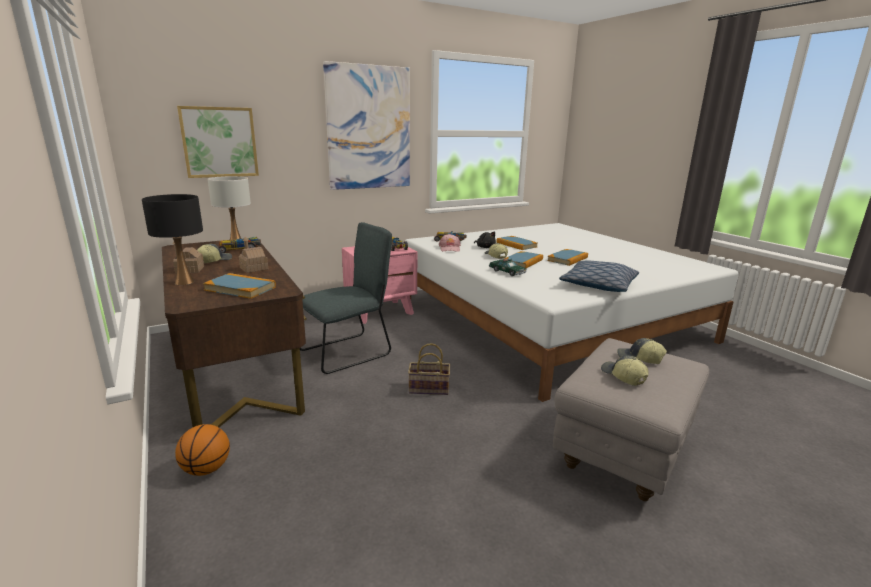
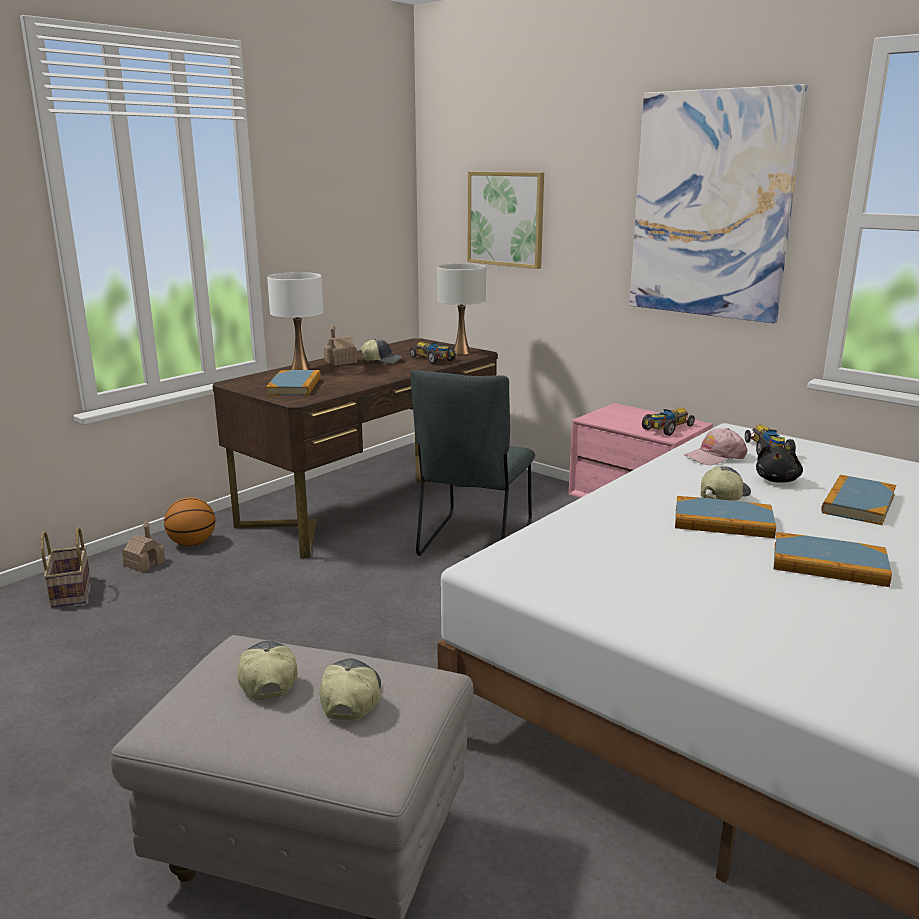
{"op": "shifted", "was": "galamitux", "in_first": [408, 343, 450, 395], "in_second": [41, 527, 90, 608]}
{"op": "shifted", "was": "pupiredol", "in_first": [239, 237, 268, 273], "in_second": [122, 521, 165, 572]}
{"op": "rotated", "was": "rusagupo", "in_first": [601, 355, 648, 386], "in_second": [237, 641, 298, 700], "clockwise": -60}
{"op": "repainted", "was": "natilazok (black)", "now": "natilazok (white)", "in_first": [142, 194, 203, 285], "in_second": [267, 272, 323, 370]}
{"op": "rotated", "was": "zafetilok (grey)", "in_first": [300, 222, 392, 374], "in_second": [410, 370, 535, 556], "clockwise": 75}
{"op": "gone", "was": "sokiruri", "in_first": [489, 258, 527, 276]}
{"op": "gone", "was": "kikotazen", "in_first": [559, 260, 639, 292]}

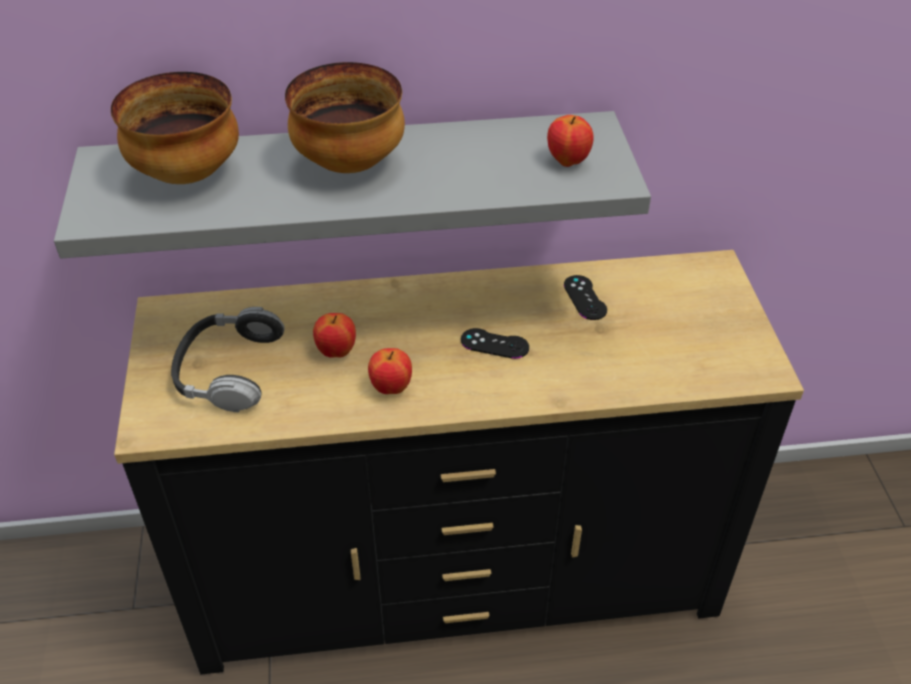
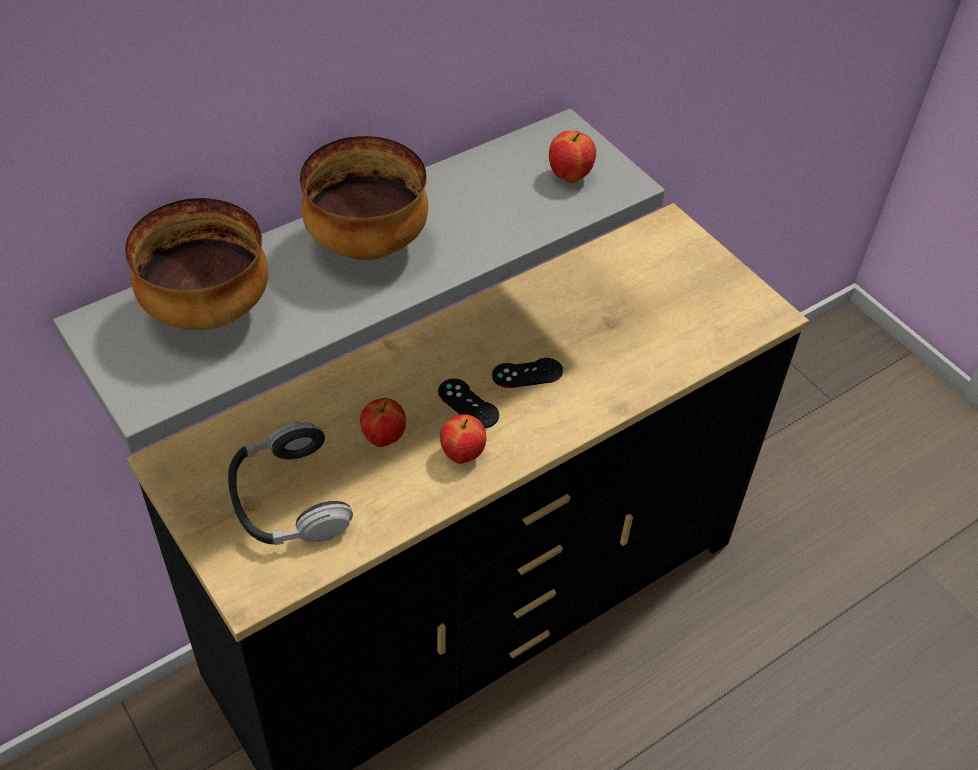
{"op": "shifted", "was": "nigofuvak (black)", "in_first": [564, 275, 607, 320], "in_second": [438, 379, 499, 428]}

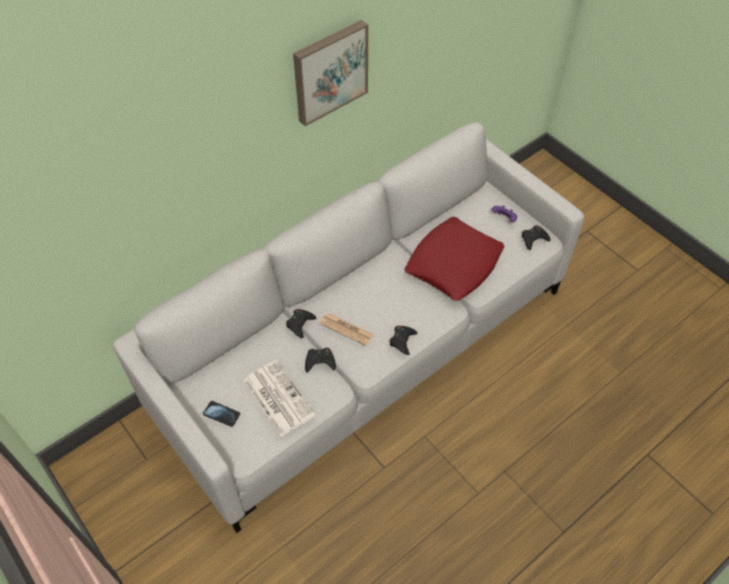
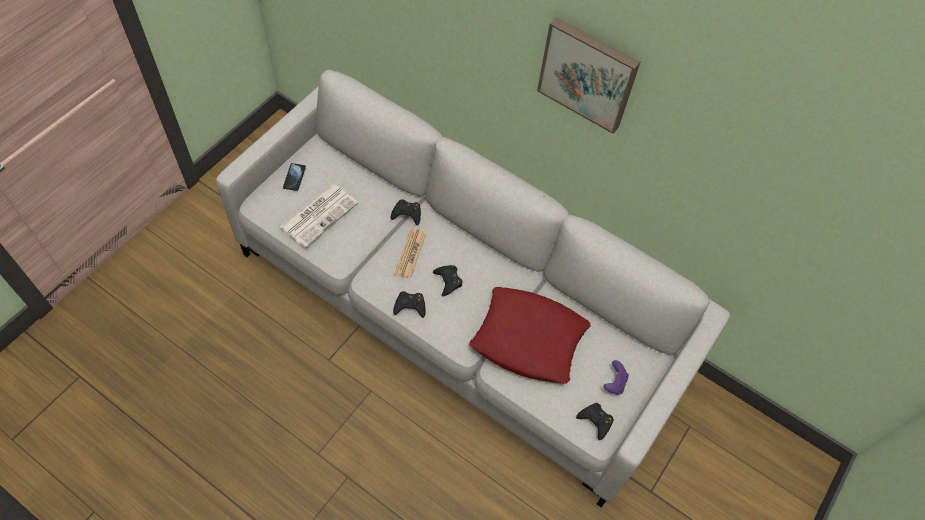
{"op": "shifted", "was": "nigofuvak (black)", "in_first": [305, 348, 336, 373], "in_second": [433, 265, 462, 296]}

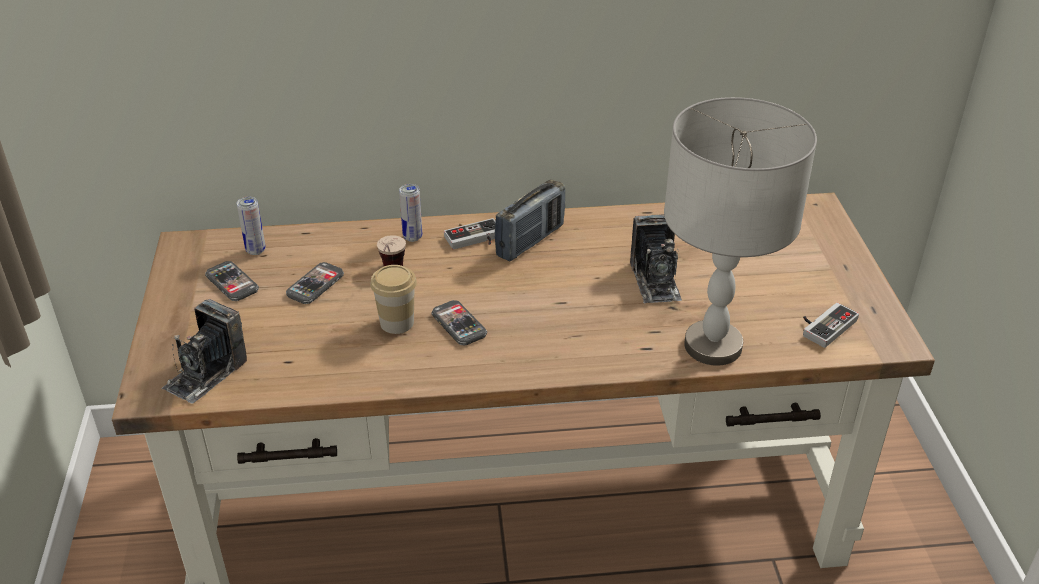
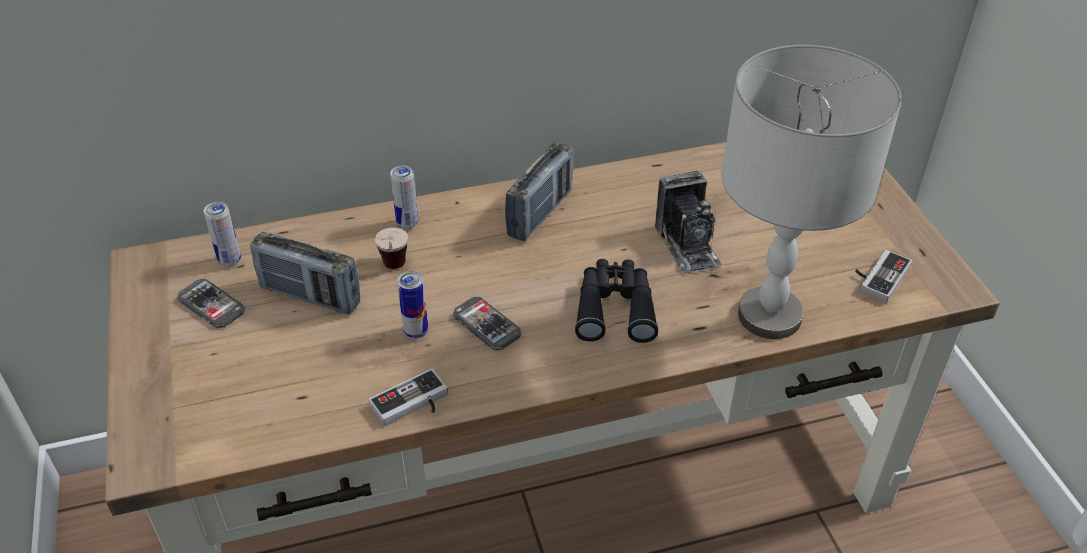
{"op": "swapped", "was": "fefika", "now": "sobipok", "in_first": [286, 262, 344, 304], "in_second": [250, 232, 360, 314]}
{"op": "shifted", "was": "nigofuvak", "in_first": [444, 218, 495, 250], "in_second": [368, 369, 448, 426]}
{"op": "swapped", "was": "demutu", "now": "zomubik", "in_first": [370, 265, 417, 334], "in_second": [397, 271, 428, 339]}
{"op": "new", "now": "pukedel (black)", "in_second": [575, 259, 658, 343]}
{"op": "gone", "was": "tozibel", "in_first": [162, 299, 247, 404]}

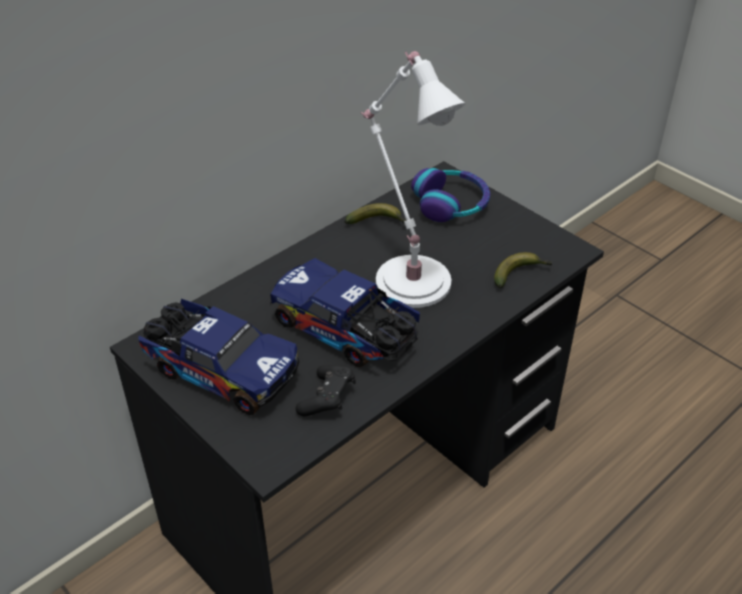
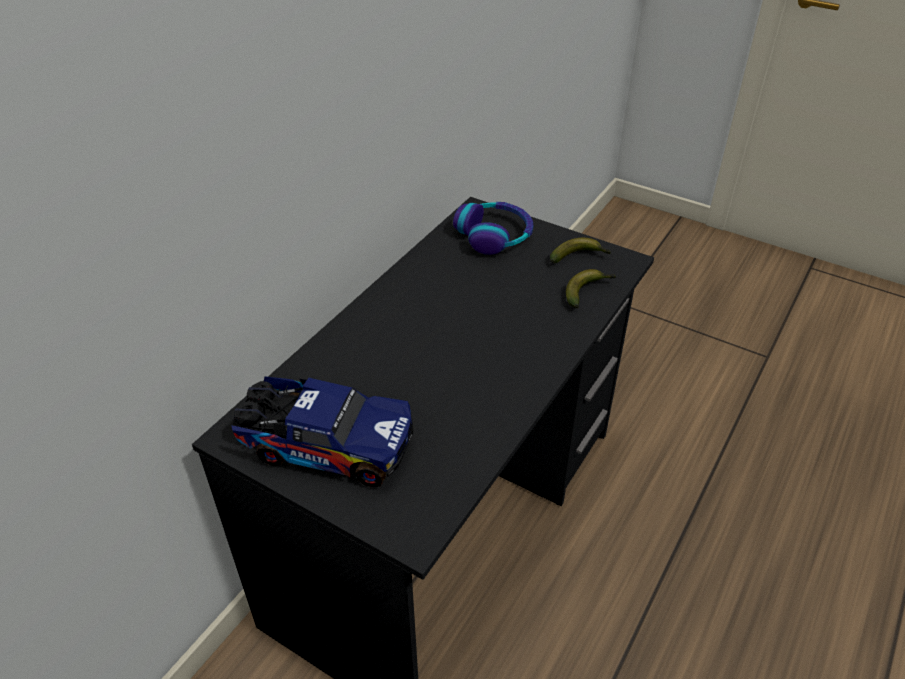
{"op": "shifted", "was": "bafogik", "in_first": [345, 203, 406, 224], "in_second": [550, 238, 612, 264]}
{"op": "gone", "was": "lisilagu", "in_first": [270, 258, 420, 367]}
{"op": "gone", "was": "nigofuvak (black)", "in_first": [296, 365, 356, 416]}
{"op": "gone", "was": "natilazok (white)", "in_first": [360, 51, 465, 308]}

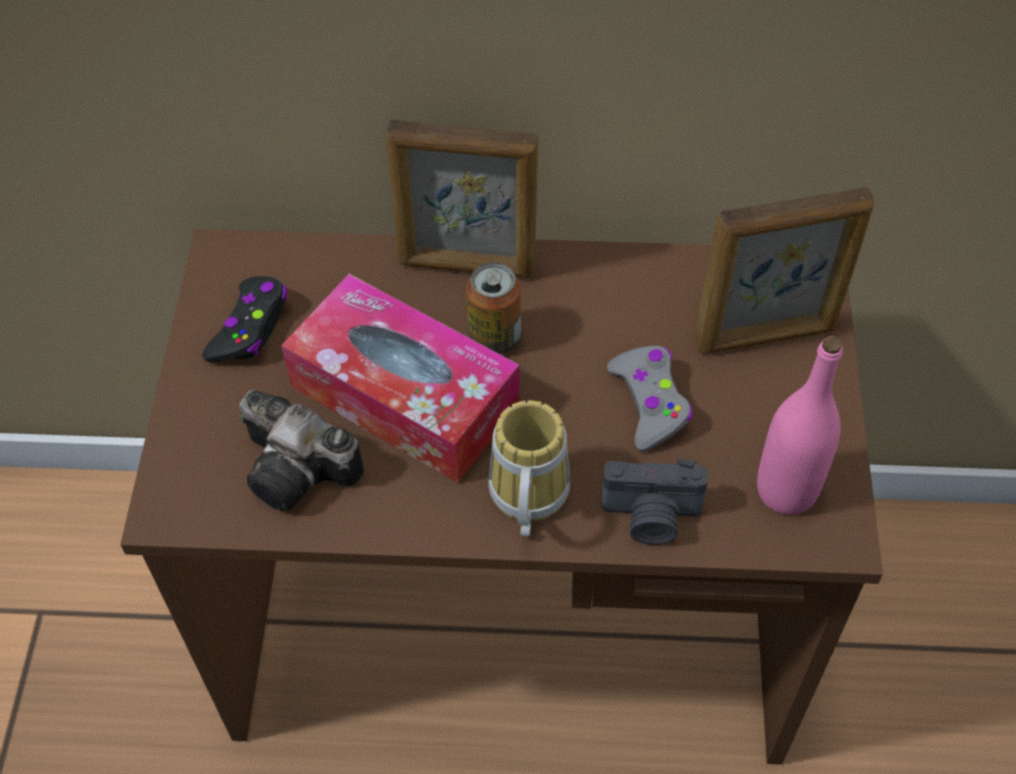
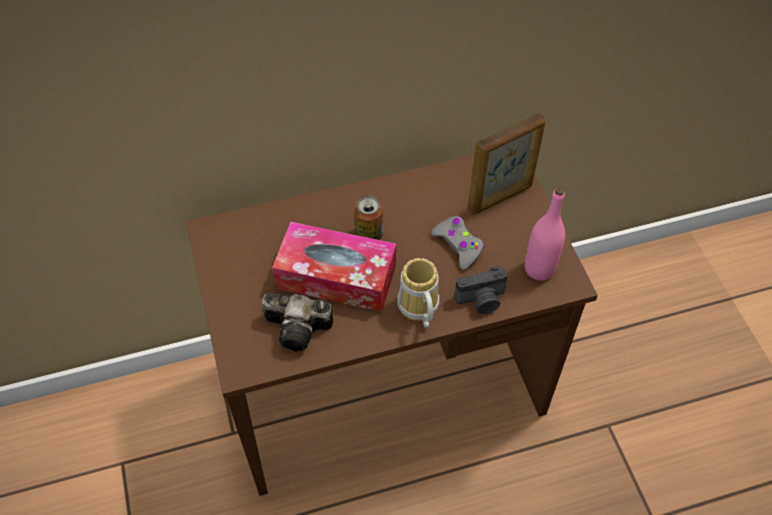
{"op": "gone", "was": "nigofuvak (black)", "in_first": [202, 276, 287, 362]}
{"op": "gone", "was": "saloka", "in_first": [386, 119, 538, 278]}

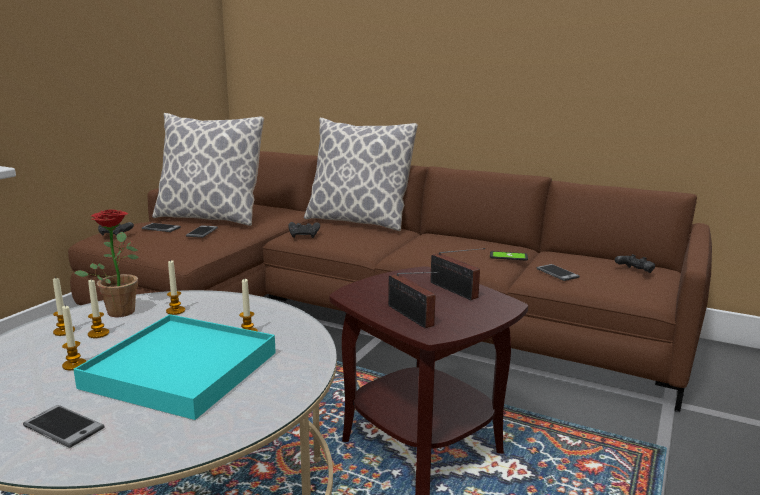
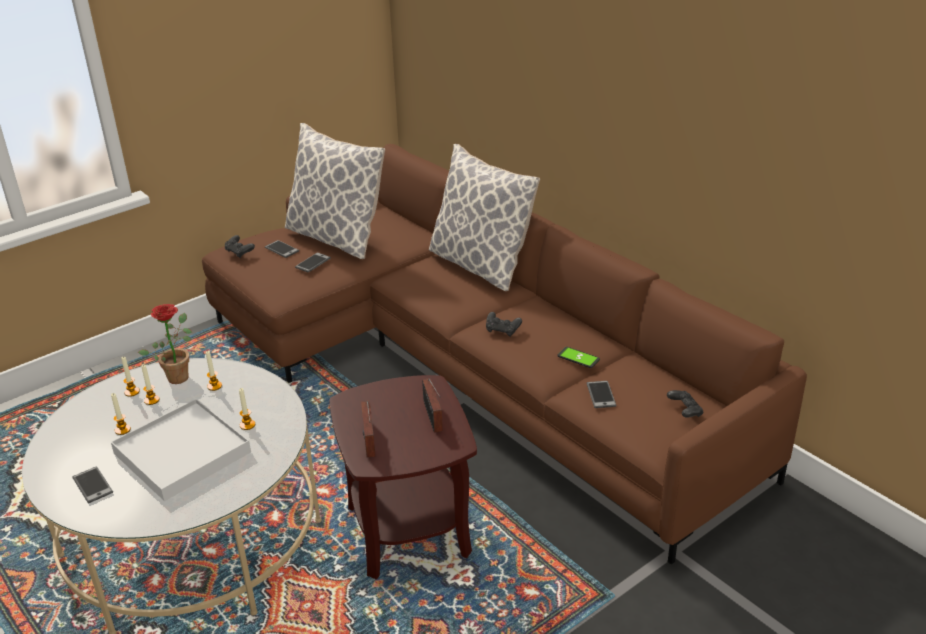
{"op": "repainted", "was": "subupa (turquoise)", "now": "subupa (white)", "in_first": [73, 314, 276, 420], "in_second": [111, 399, 251, 501]}
{"op": "shifted", "was": "nigofuvak (black)", "in_first": [288, 222, 320, 238], "in_second": [486, 312, 522, 337]}

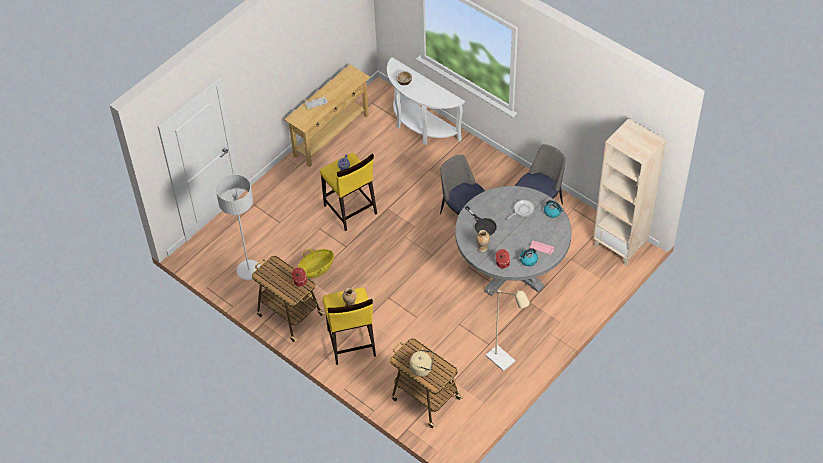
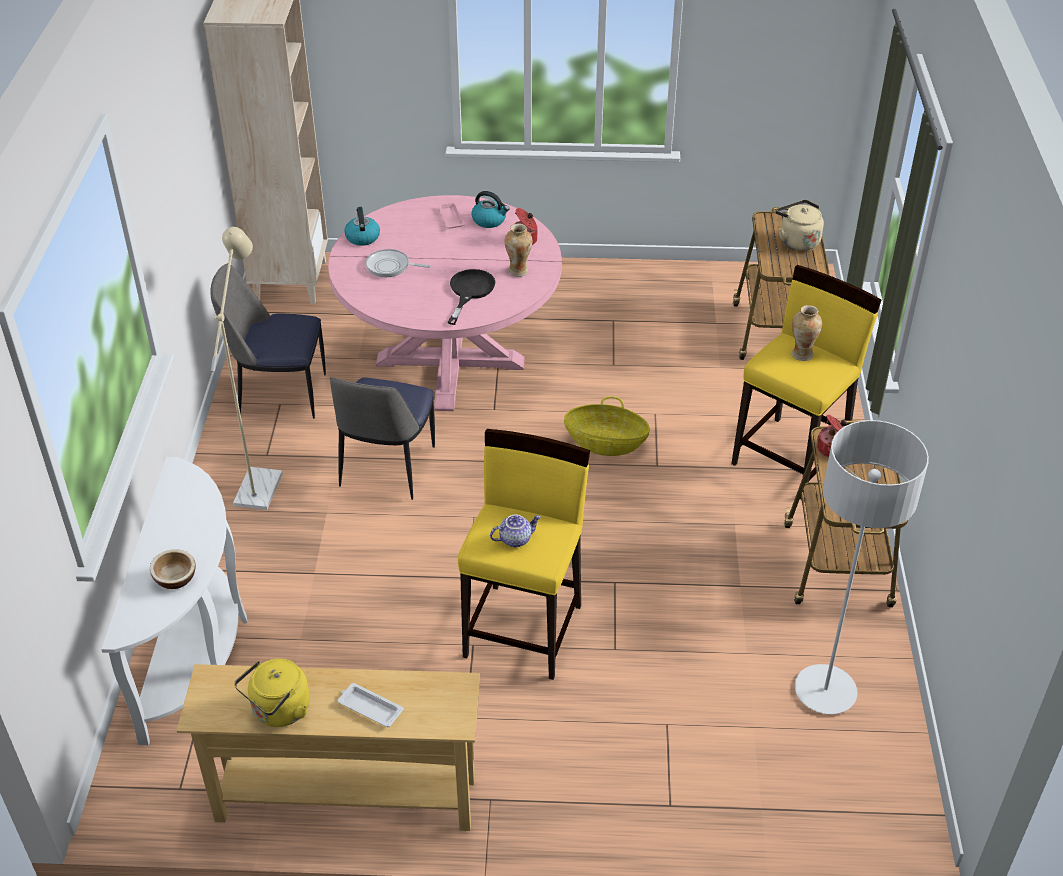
{"op": "shifted", "was": "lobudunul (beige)", "in_first": [484, 289, 530, 371], "in_second": [211, 227, 283, 510]}
{"op": "new", "now": "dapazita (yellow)", "in_second": [234, 658, 310, 727]}
{"op": "repainted", "was": "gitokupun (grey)", "now": "gitokupun (pink)", "in_first": [455, 186, 571, 296], "in_second": [328, 195, 562, 411]}
{"op": "shifted", "was": "galamitux", "in_first": [298, 249, 334, 278], "in_second": [564, 396, 650, 456]}

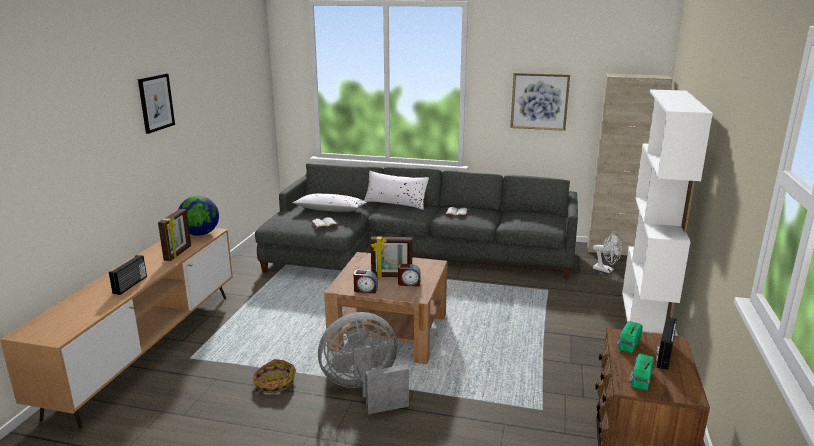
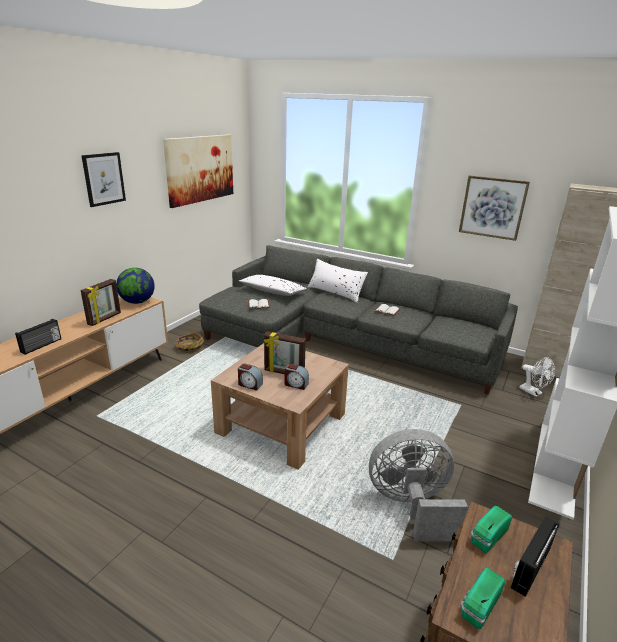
{"op": "new", "now": "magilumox", "in_second": [163, 134, 233, 208]}
{"op": "shifted", "was": "galamitux", "in_first": [253, 359, 296, 394], "in_second": [174, 332, 204, 353]}
{"op": "shifted", "was": "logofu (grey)", "in_first": [318, 312, 409, 414], "in_second": [369, 429, 468, 541]}

